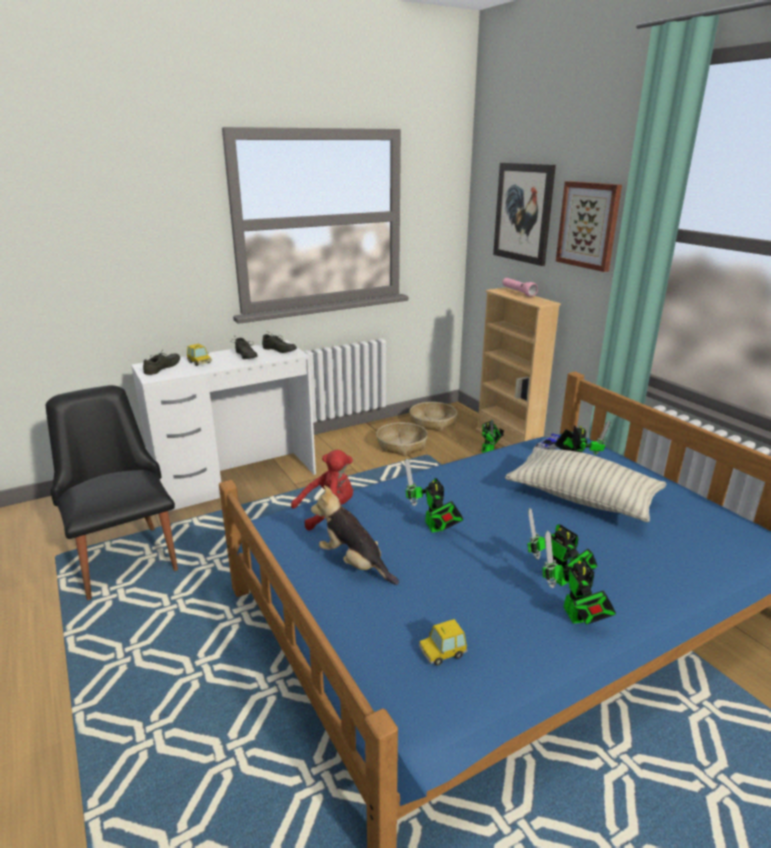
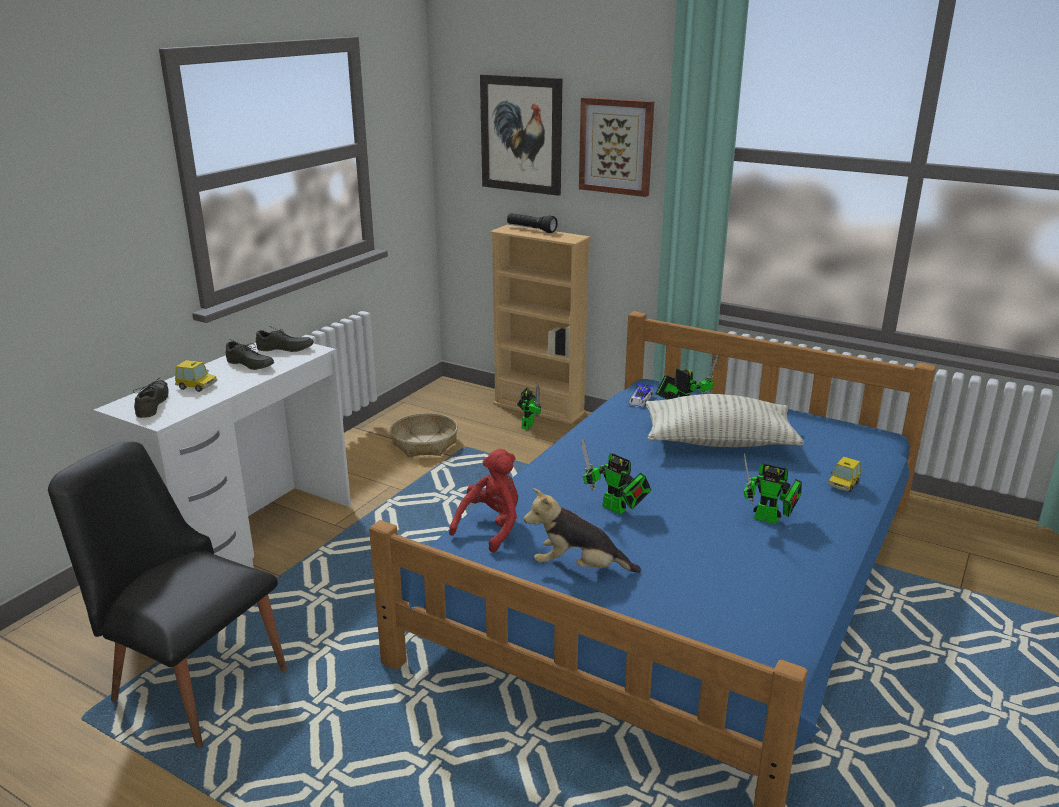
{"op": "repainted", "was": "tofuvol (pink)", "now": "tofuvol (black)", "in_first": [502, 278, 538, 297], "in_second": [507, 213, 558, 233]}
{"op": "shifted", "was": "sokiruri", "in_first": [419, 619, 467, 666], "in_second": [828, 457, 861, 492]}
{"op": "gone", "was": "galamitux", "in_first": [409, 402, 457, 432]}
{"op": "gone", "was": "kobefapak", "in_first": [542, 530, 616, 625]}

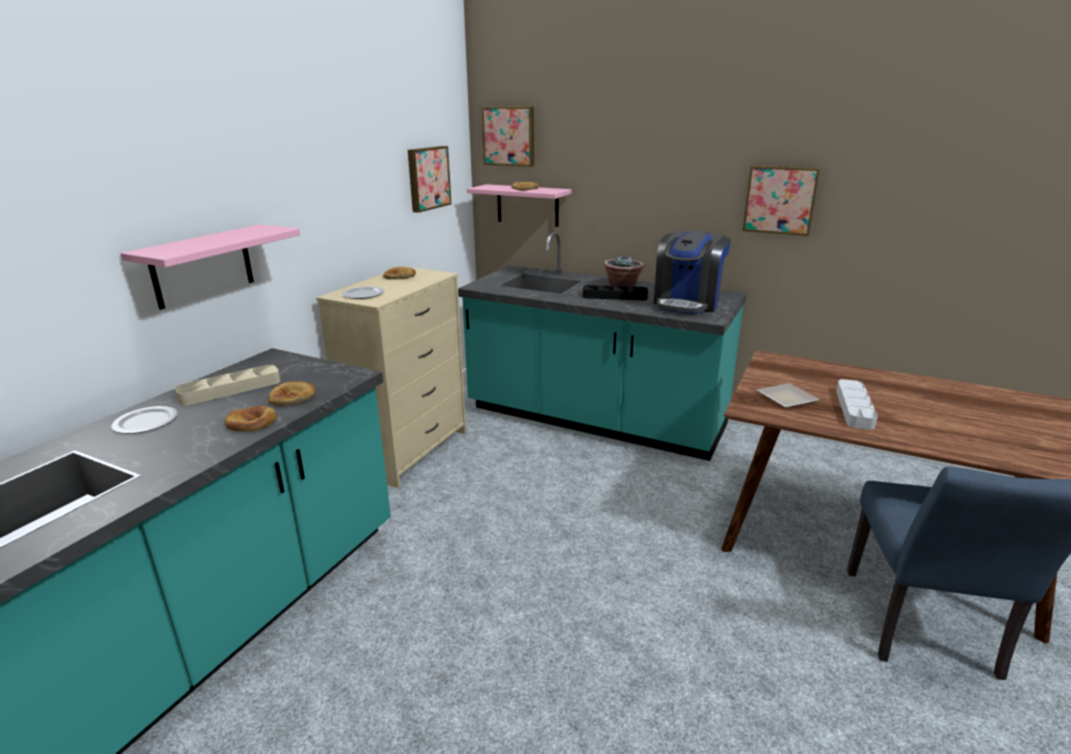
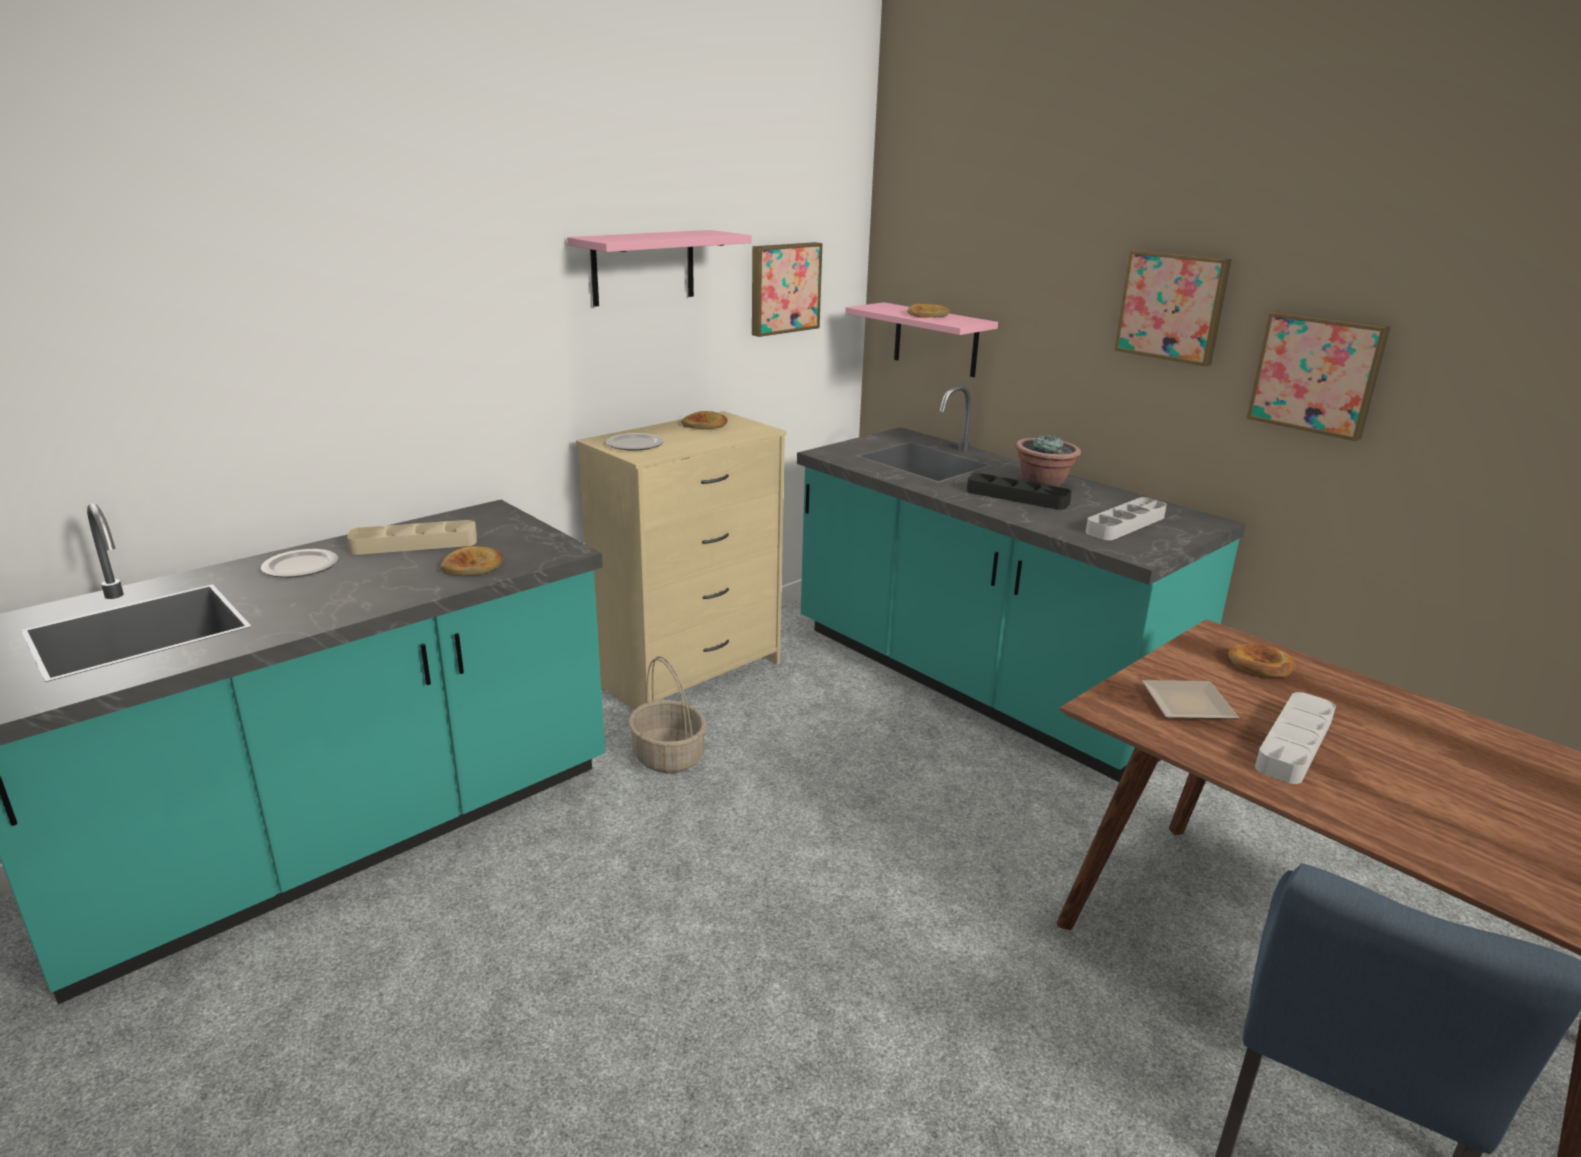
{"op": "shifted", "was": "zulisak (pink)", "in_first": [120, 224, 300, 310], "in_second": [567, 230, 751, 307]}
{"op": "new", "now": "galamitux", "in_second": [628, 656, 707, 773]}
{"op": "swapped", "was": "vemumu", "now": "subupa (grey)", "in_first": [654, 231, 731, 314], "in_second": [1086, 497, 1167, 540]}
{"op": "shifted", "was": "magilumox", "in_first": [482, 107, 534, 167], "in_second": [1114, 249, 1232, 366]}
{"op": "shifted", "was": "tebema", "in_first": [224, 406, 277, 431], "in_second": [1228, 643, 1296, 677]}

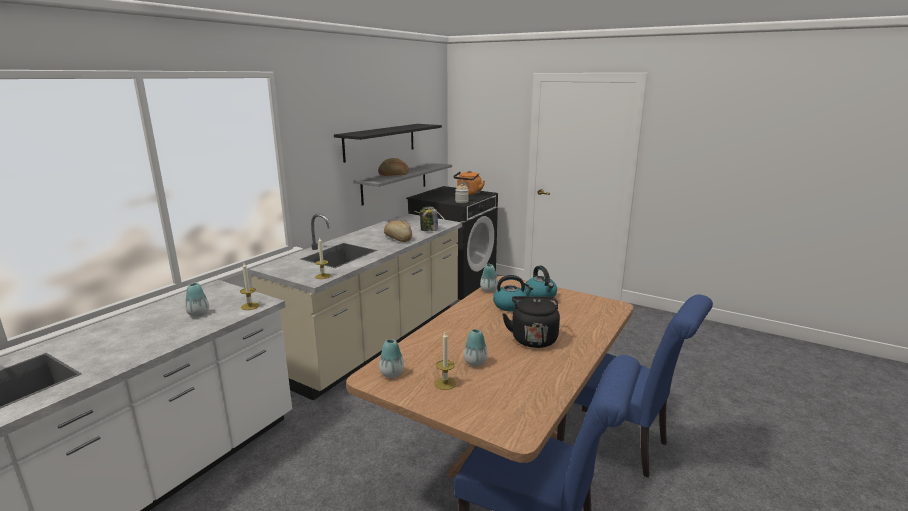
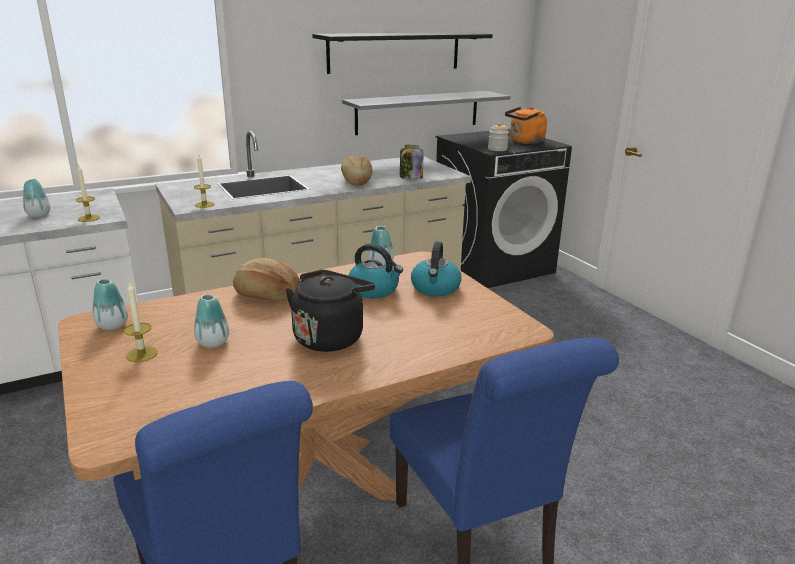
{"op": "shifted", "was": "tebema", "in_first": [378, 158, 409, 176], "in_second": [233, 258, 300, 301]}

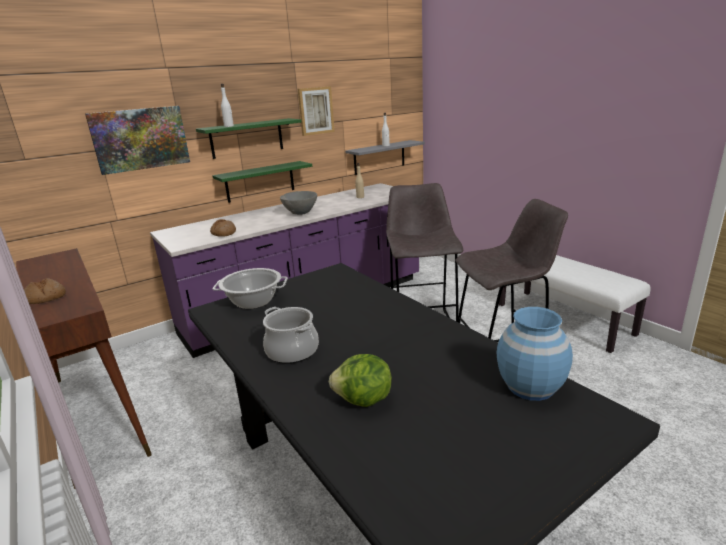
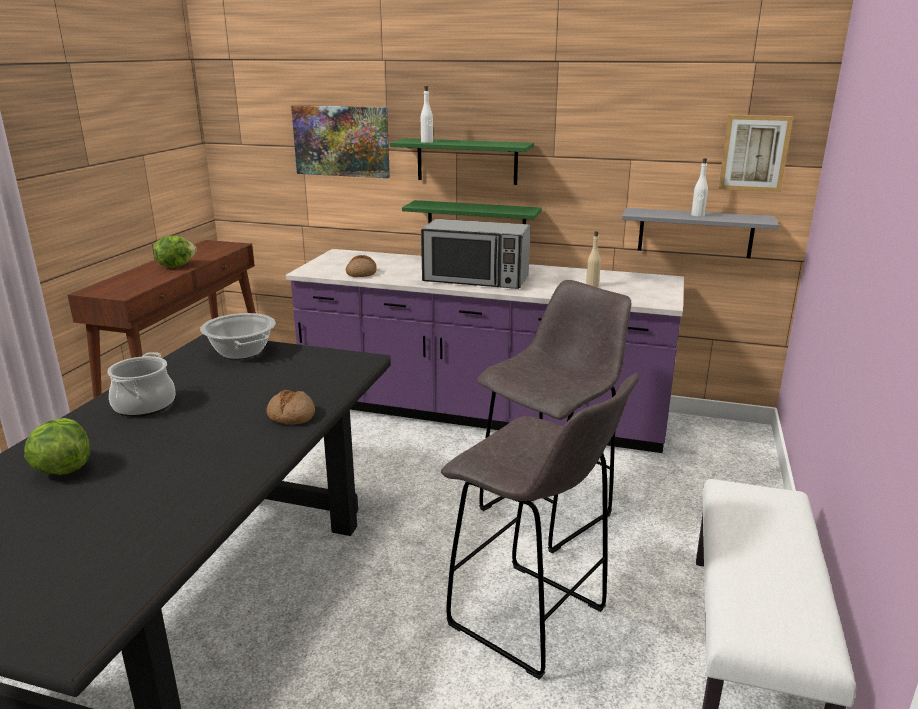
{"op": "new", "now": "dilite", "in_second": [153, 236, 197, 268]}
{"op": "shifted", "was": "tebema", "in_first": [24, 278, 66, 304], "in_second": [267, 390, 315, 424]}
{"op": "swapped", "was": "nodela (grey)", "now": "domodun", "in_first": [280, 191, 317, 215], "in_second": [421, 219, 530, 289]}
{"op": "shifted", "was": "magilumox", "in_first": [298, 86, 335, 136], "in_second": [718, 115, 793, 192]}
{"op": "gone", "was": "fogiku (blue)", "in_first": [497, 307, 573, 401]}

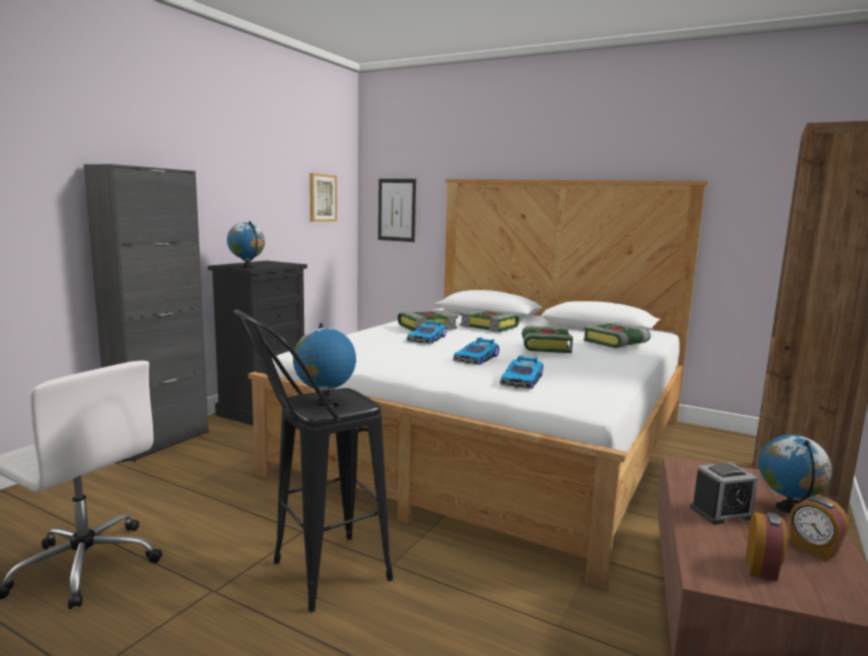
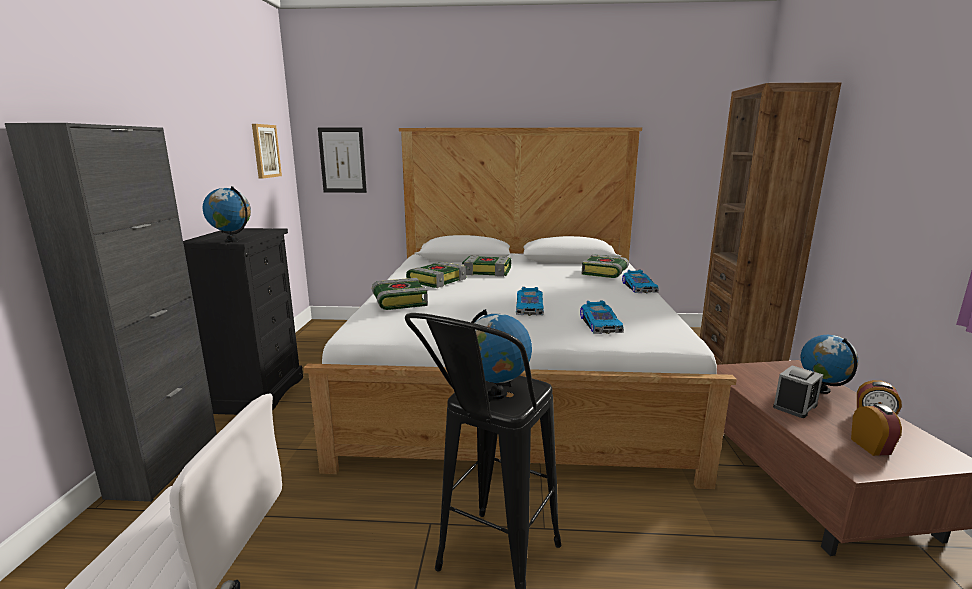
{"op": "shifted", "was": "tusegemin", "in_first": [522, 326, 573, 353], "in_second": [372, 278, 428, 310]}
{"op": "shifted", "was": "sokiruri", "in_first": [406, 320, 447, 344], "in_second": [622, 270, 659, 294]}

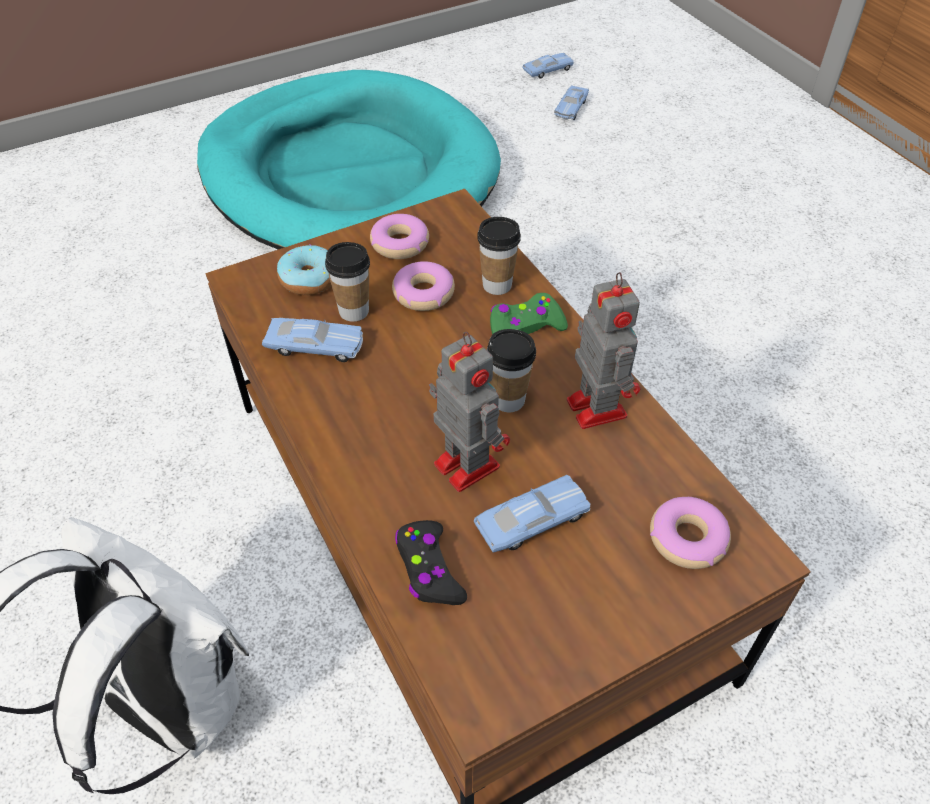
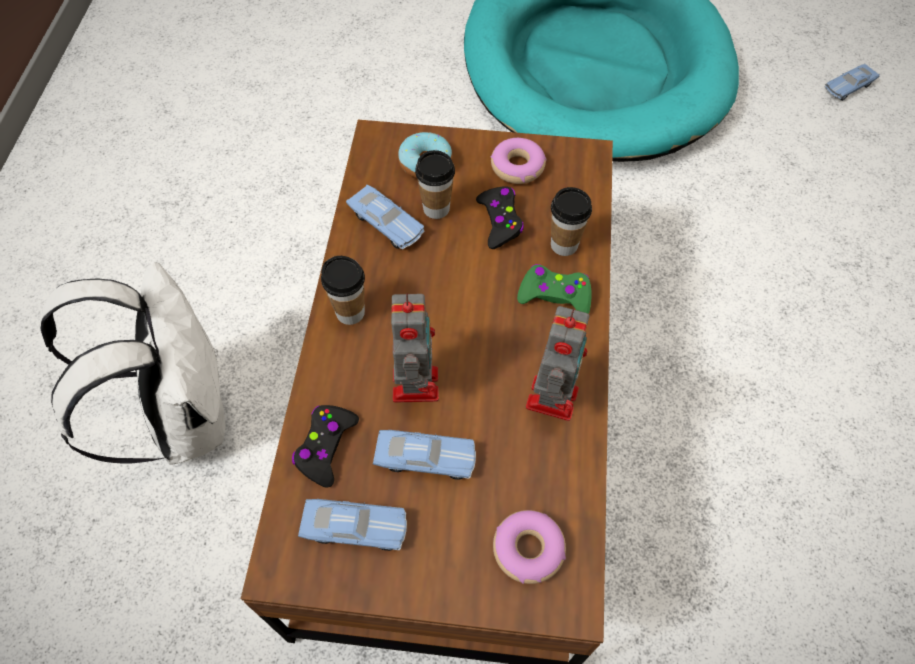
{"op": "shifted", "was": "sokiruri (blue)", "in_first": [523, 53, 574, 79], "in_second": [298, 499, 407, 551]}
{"op": "shifted", "was": "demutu", "in_first": [487, 329, 536, 412], "in_second": [321, 256, 365, 325]}
{"op": "swapped", "was": "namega", "now": "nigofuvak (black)", "in_first": [392, 261, 455, 311], "in_second": [476, 186, 524, 249]}

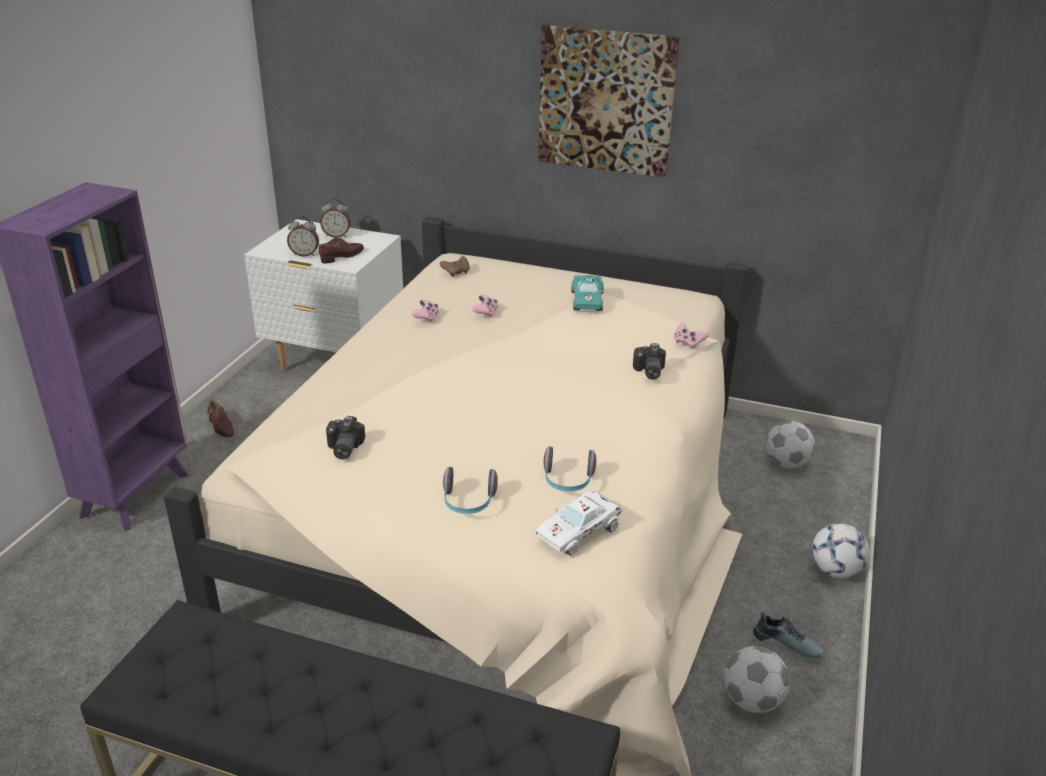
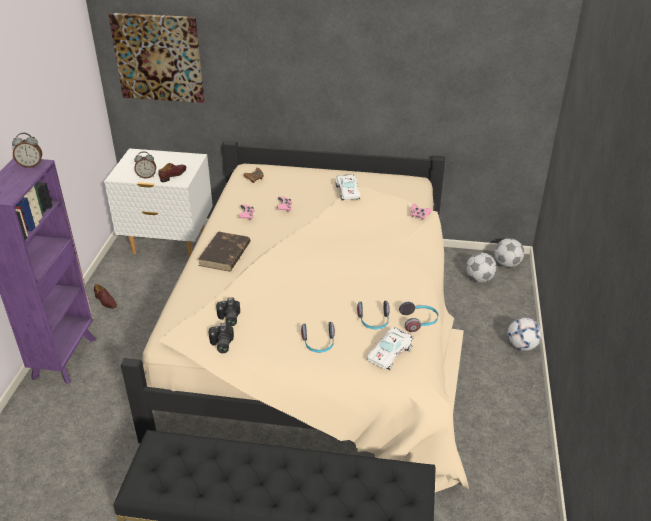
{"op": "shifted", "was": "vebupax", "in_first": [320, 199, 351, 238], "in_second": [12, 133, 42, 168]}
{"op": "shifted", "was": "magilumox", "in_first": [538, 25, 680, 178], "in_second": [108, 13, 204, 103]}
{"op": "new", "now": "tusegemin (brown)", "in_second": [198, 231, 251, 271]}
{"op": "shifted", "was": "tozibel", "in_first": [633, 343, 666, 380], "in_second": [209, 323, 234, 353]}
{"op": "repainted", "was": "sokiruri (turquoise)", "now": "sokiruri (white)", "in_first": [571, 275, 604, 311], "in_second": [335, 175, 360, 200]}
{"op": "new", "now": "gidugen", "in_second": [399, 302, 438, 332]}
{"op": "shifted", "was": "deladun", "in_first": [724, 646, 790, 713], "in_second": [494, 238, 524, 267]}
{"op": "gone", "was": "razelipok", "in_first": [753, 612, 823, 661]}

